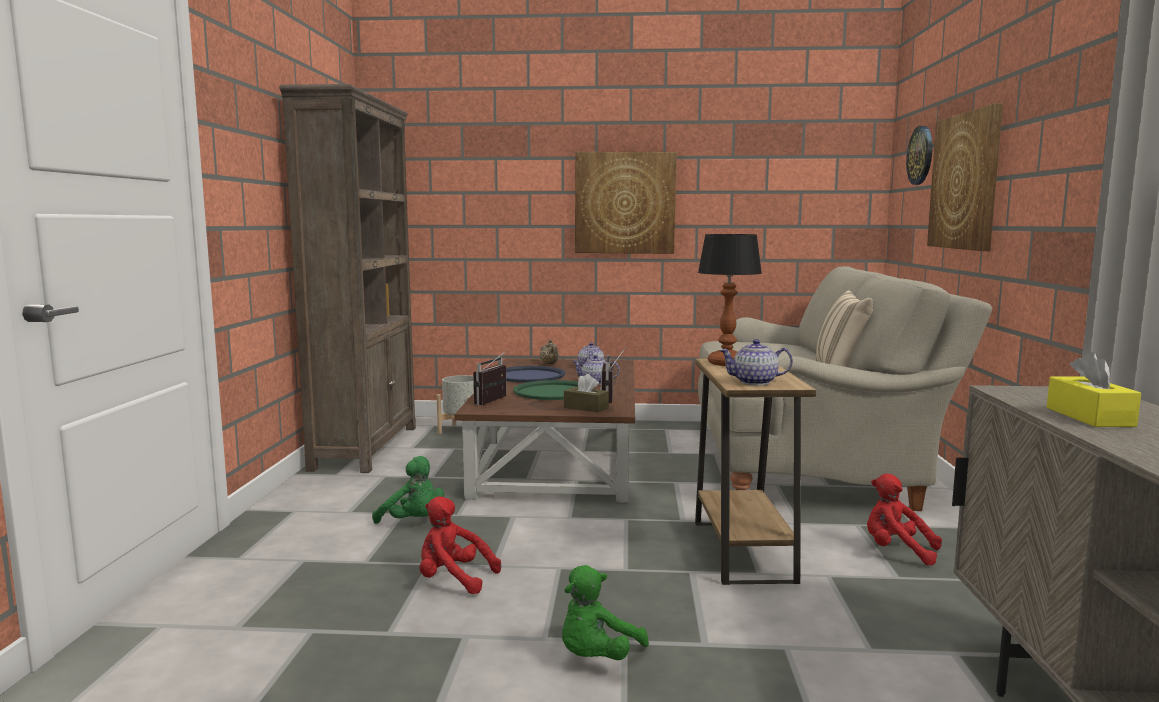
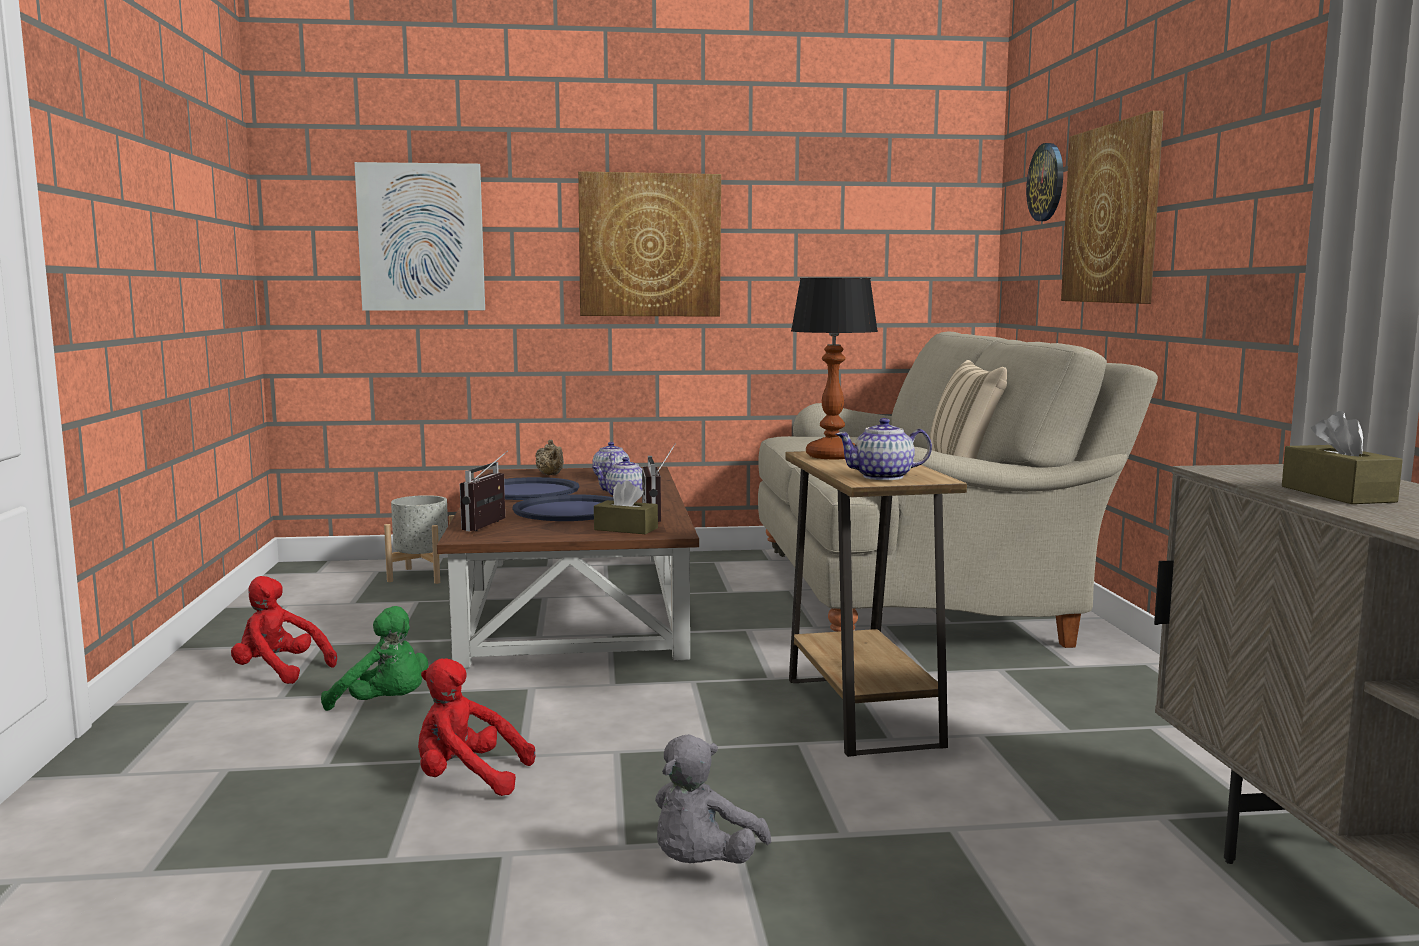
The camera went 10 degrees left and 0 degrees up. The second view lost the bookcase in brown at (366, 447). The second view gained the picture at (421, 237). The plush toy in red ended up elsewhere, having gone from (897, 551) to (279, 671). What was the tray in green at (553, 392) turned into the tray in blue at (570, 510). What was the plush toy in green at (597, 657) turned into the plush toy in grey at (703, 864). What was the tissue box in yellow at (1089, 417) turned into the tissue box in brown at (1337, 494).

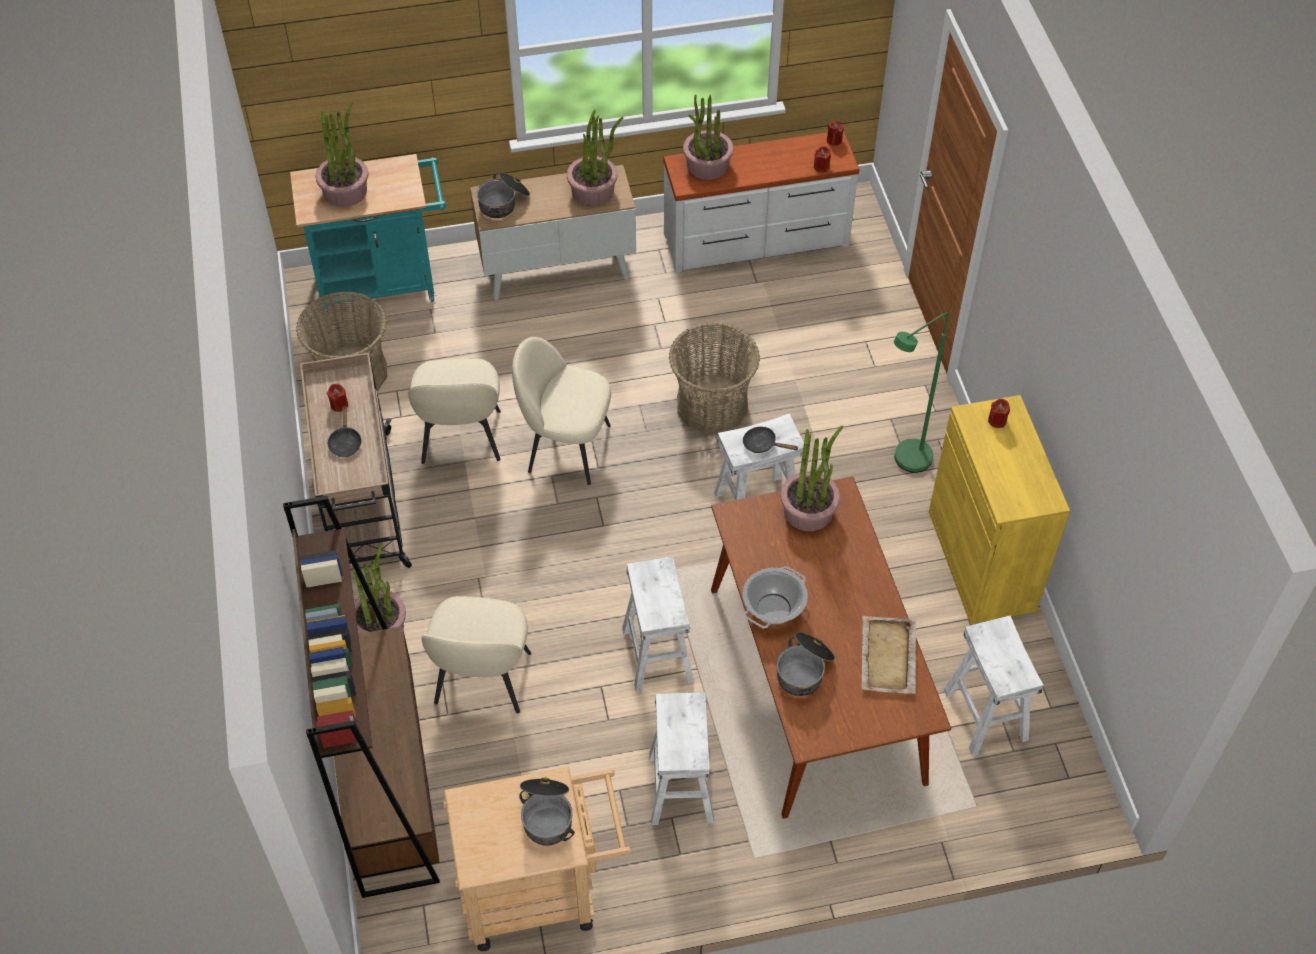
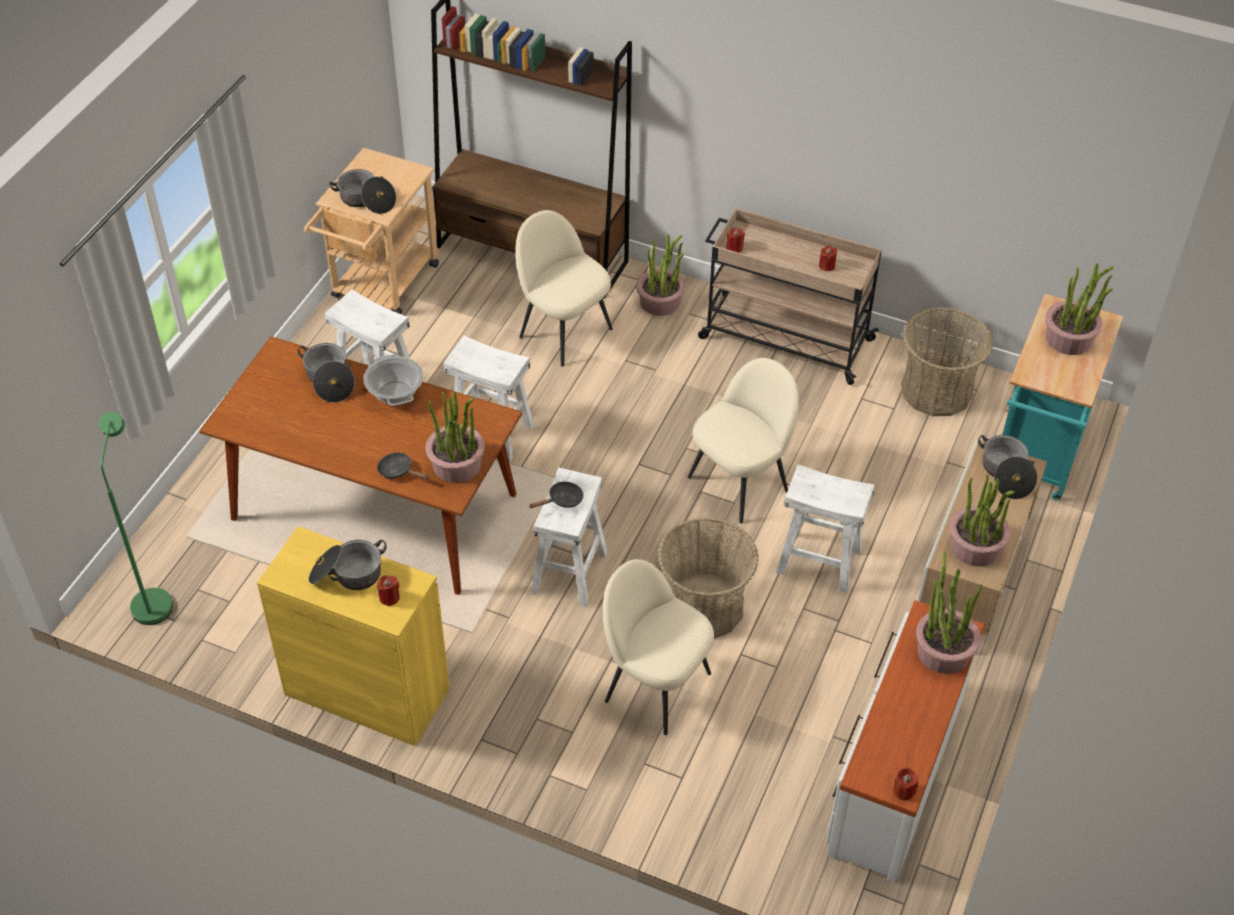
The camera went 125 degrees right and 5 degrees down. The second view lost the tray in beige at (888, 657). The second view gained the cooking pot at (347, 574). The frying pan in black ended up elsewhere, having gone from (345, 442) to (398, 471). The chair in beige ended up elsewhere, having gone from (461, 439) to (655, 685). The candle in red ended up elsewhere, having gone from (821, 167) to (734, 248). The floor lamp in green ended up elsewhere, having gone from (905, 463) to (153, 598). The stool in white ended up elsewhere, having gone from (986, 715) to (818, 561).

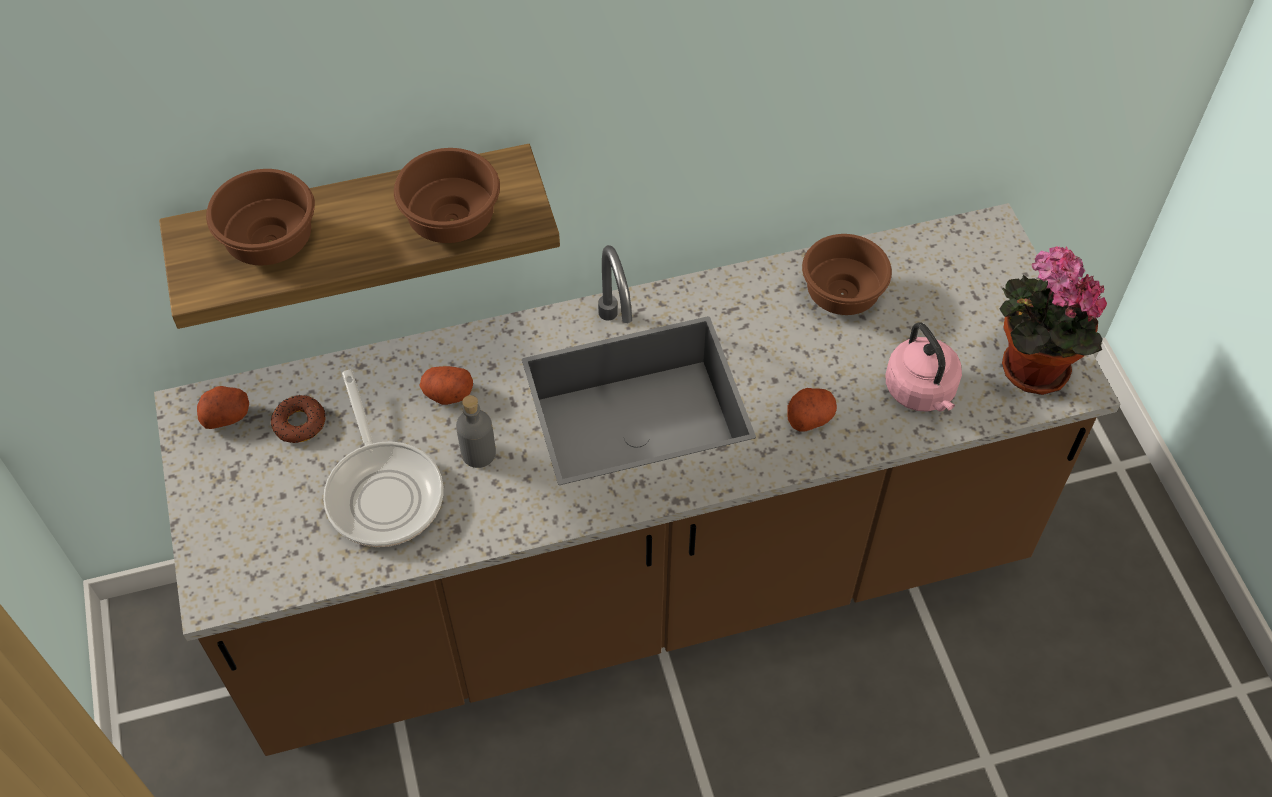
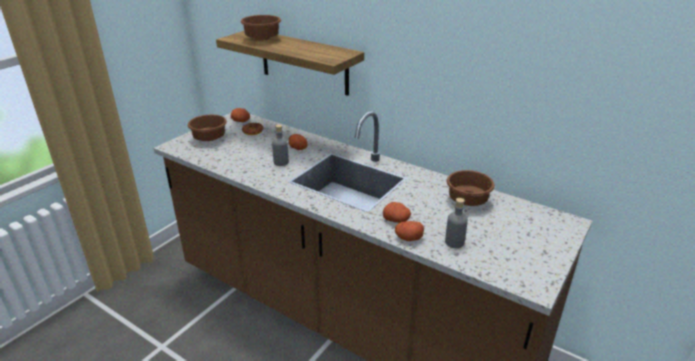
The camera went 50 degrees right and 25 degrees down. The second view lost the frying pan at (383, 490). The second view lost the potted plant at (1028, 369). The second view gained the potato at (408, 238). The bowl in brown ended up elsewhere, having gone from (448, 220) to (208, 138). Where the kettle in pink stood at (921, 392), the bottle in grey came to stand at (454, 242).

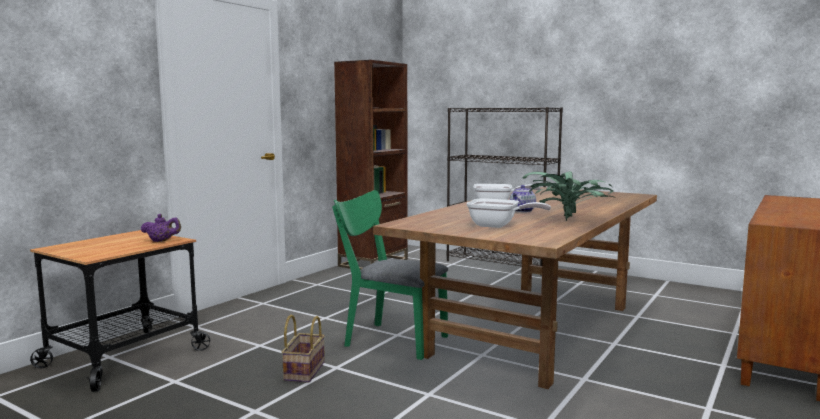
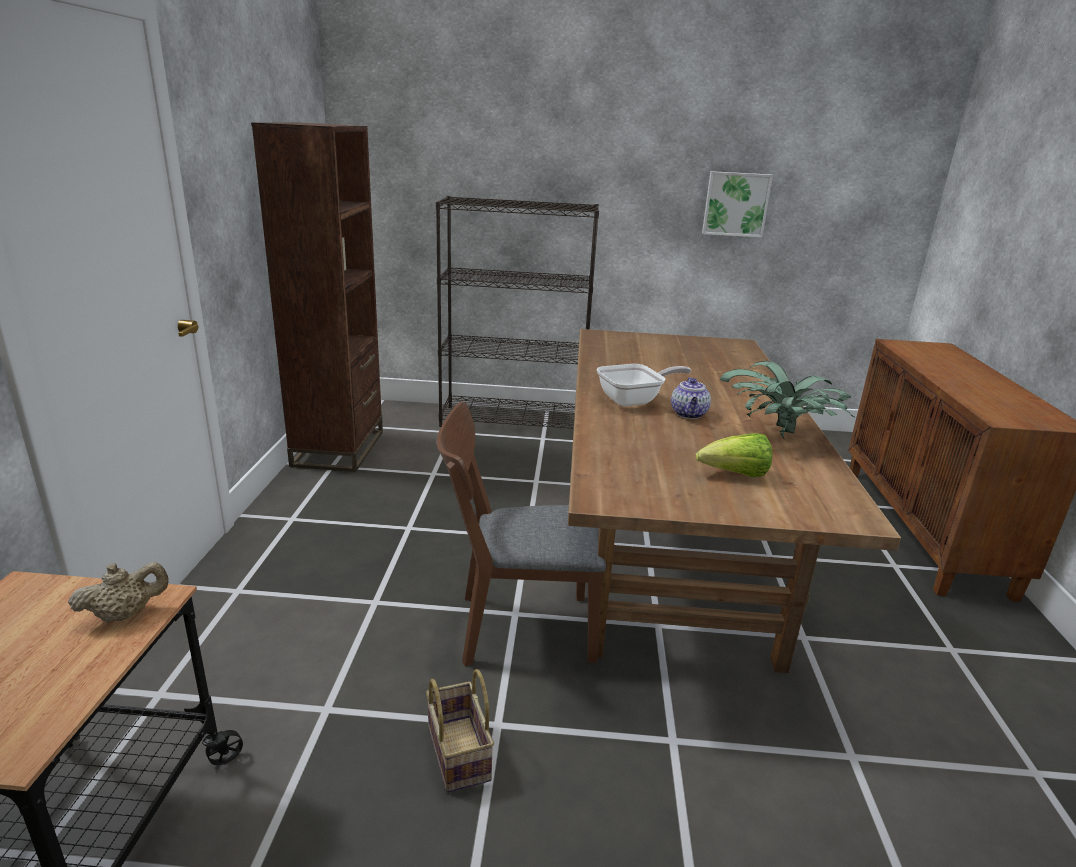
The camera went 30 degrees left and 15 degrees up. The second view gained the picture at (735, 204). Where the frying pan stood at (498, 226), the lettuce came to stand at (735, 475). What was the teapot in purple at (162, 241) turned into the teapot in beige at (125, 614). What was the chair in green at (389, 339) turned into the chair in brown at (514, 628).

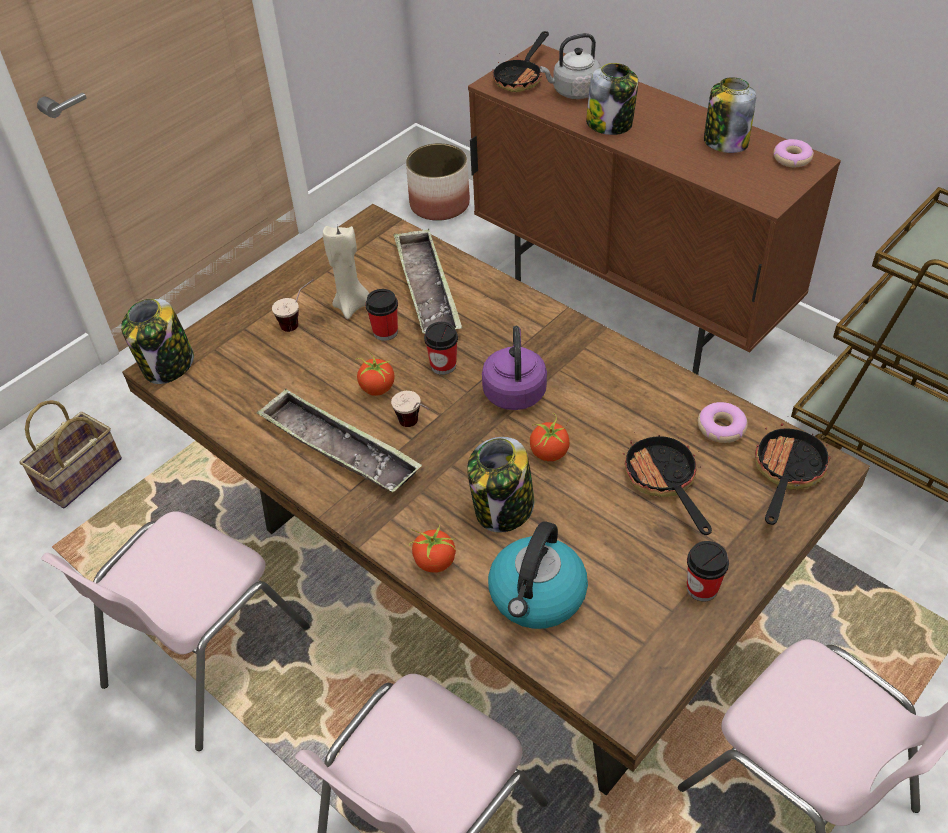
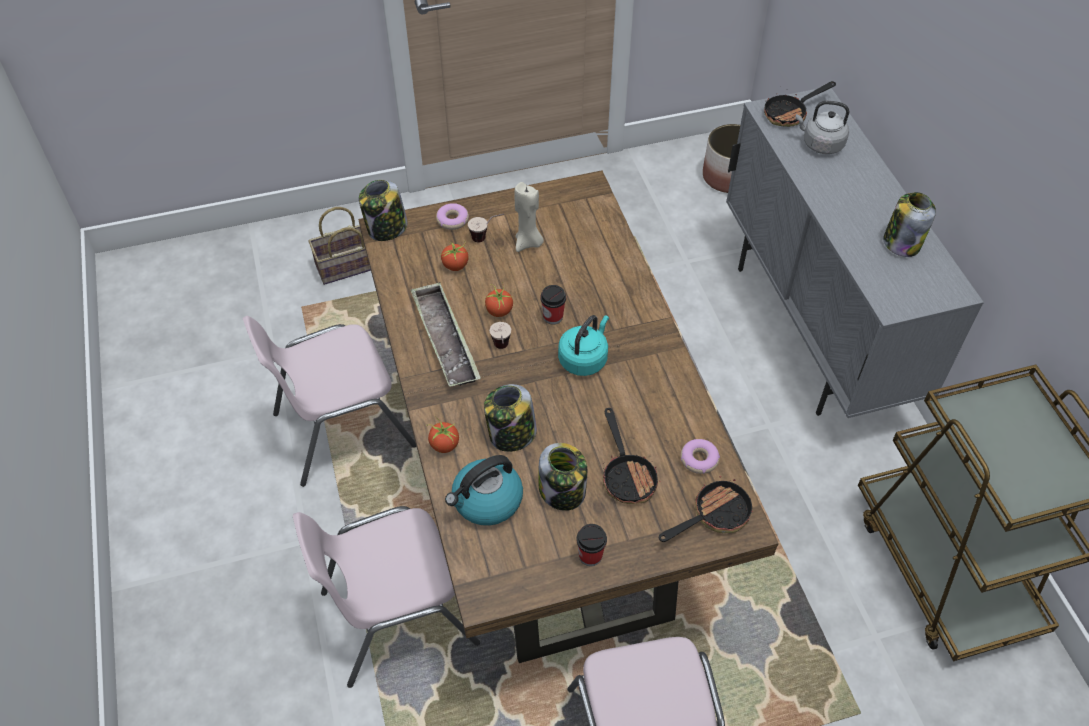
The camera went 30 degrees right and 5 degrees up. The second view lost the cup at (385, 332). The second view lost the tray at (427, 289). The tomato ended up elsewhere, having gone from (549, 453) to (455, 265). The jar ended up elsewhere, having gone from (610, 124) to (563, 491). The donut ended up elsewhere, having gone from (792, 158) to (452, 220). What was the cabinet in brown at (628, 304) turned into the cabinet in grey at (812, 331). What was the kettle in purple at (514, 390) turned into the kettle in turquoise at (584, 359). The frying pan at (664, 482) ended up facing another way, 150 degrees clockwise from before.

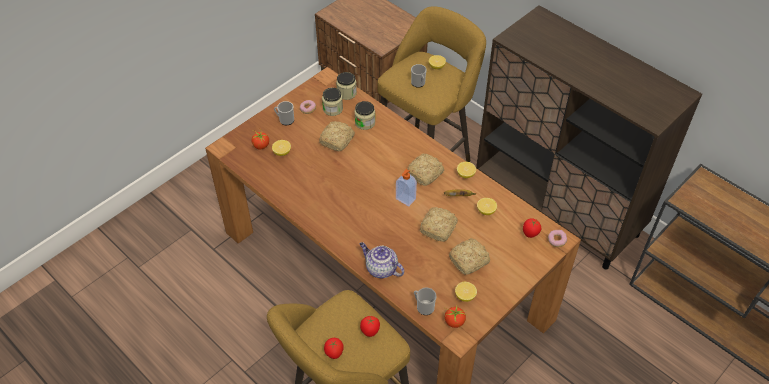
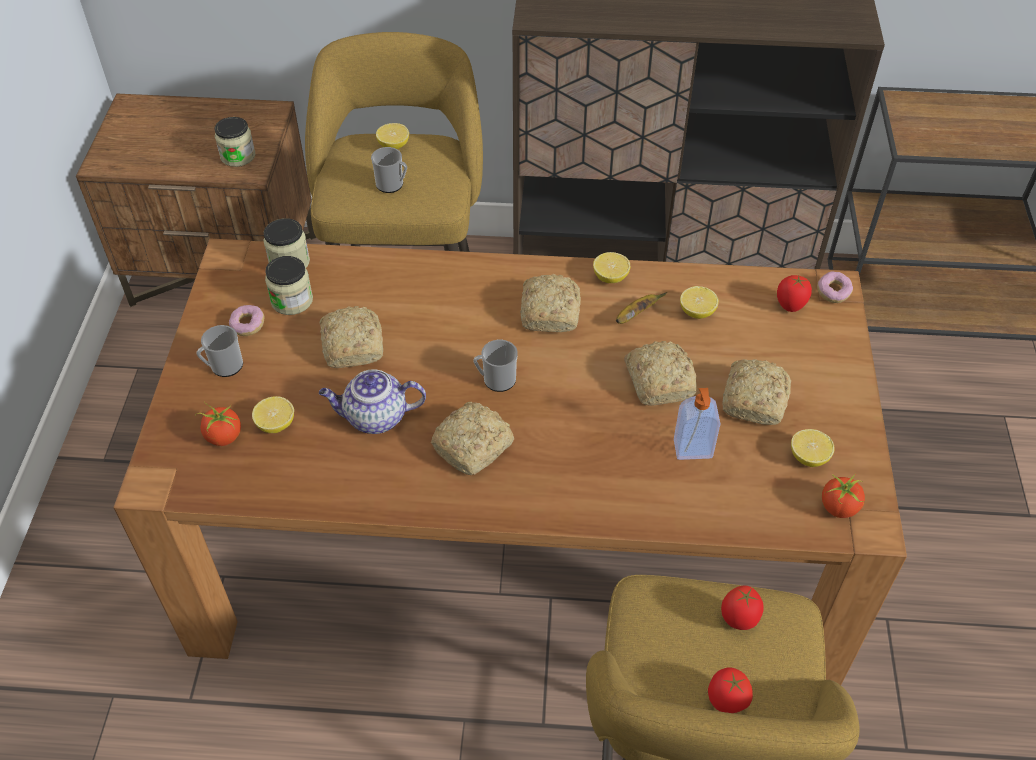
The camera went 40 degrees left and 0 degrees up. The second view gained the bread at (474, 446). The jar ended up elsewhere, having gone from (365, 123) to (238, 156). The teapot ended up elsewhere, having gone from (380, 269) to (374, 418). The soap dispenser ended up elsewhere, having gone from (405, 199) to (693, 450). The mug ended up elsewhere, having gone from (423, 307) to (496, 380).

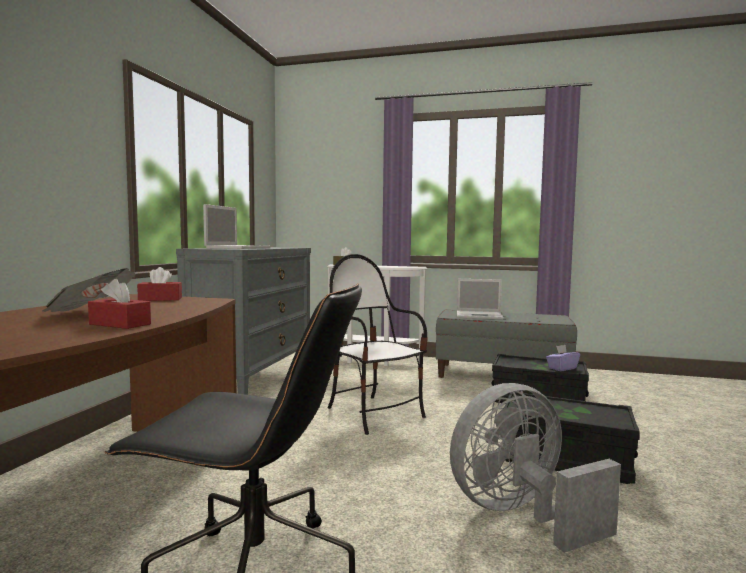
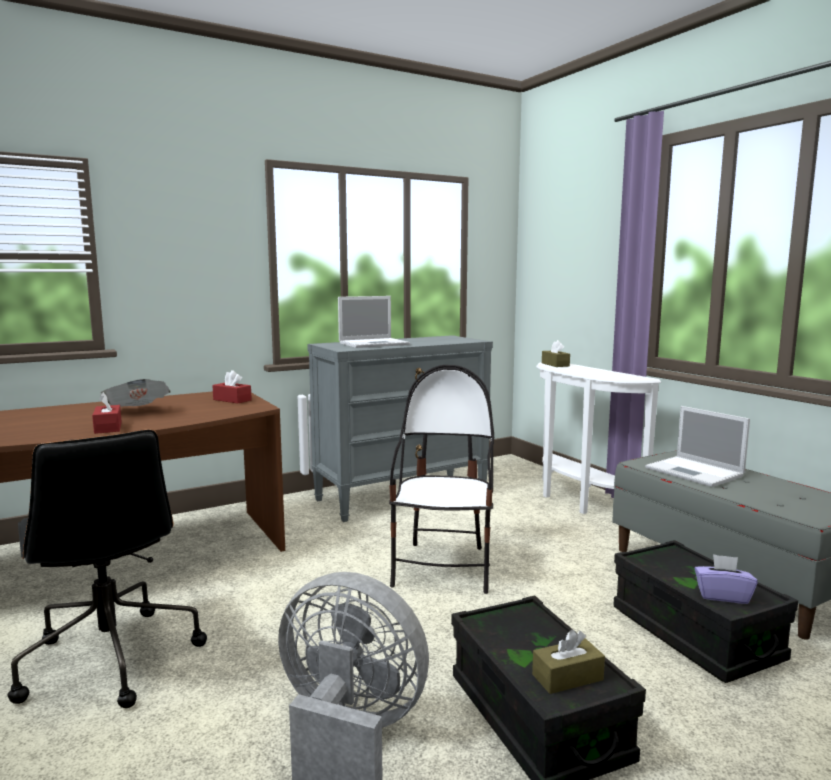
The camera went 45 degrees right and 5 degrees up. The second view gained the tissue box in brown at (567, 677).

